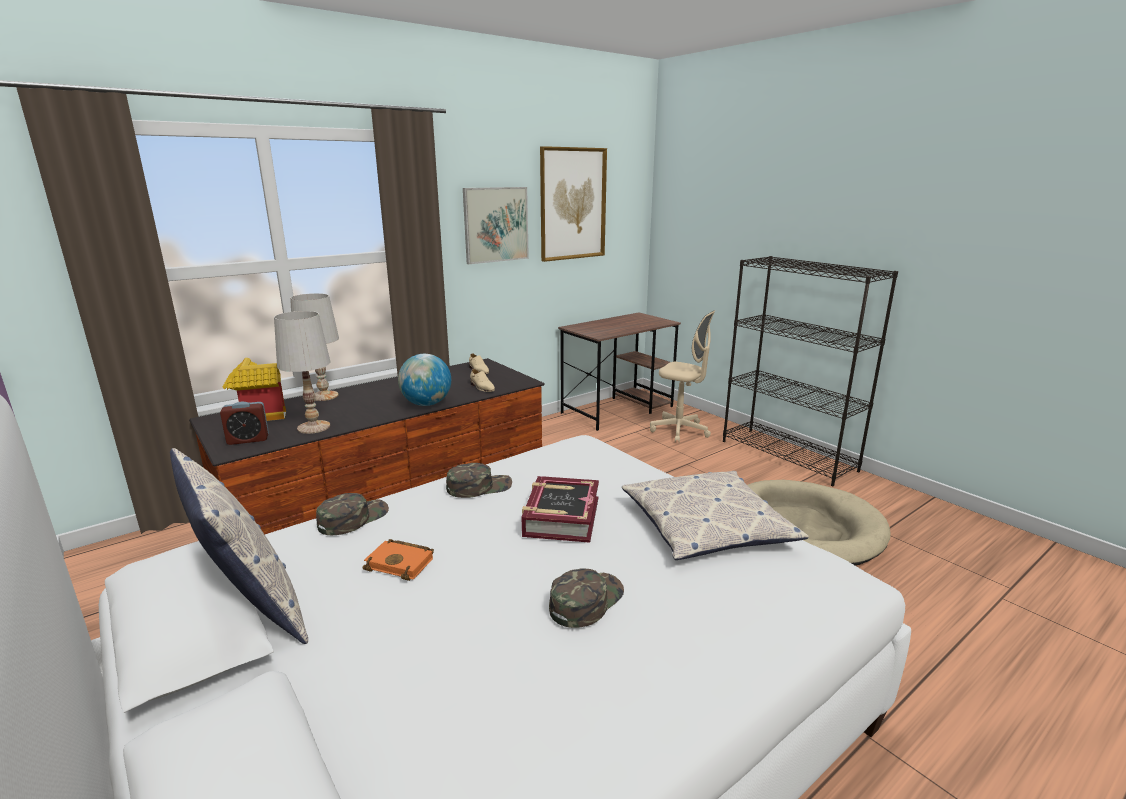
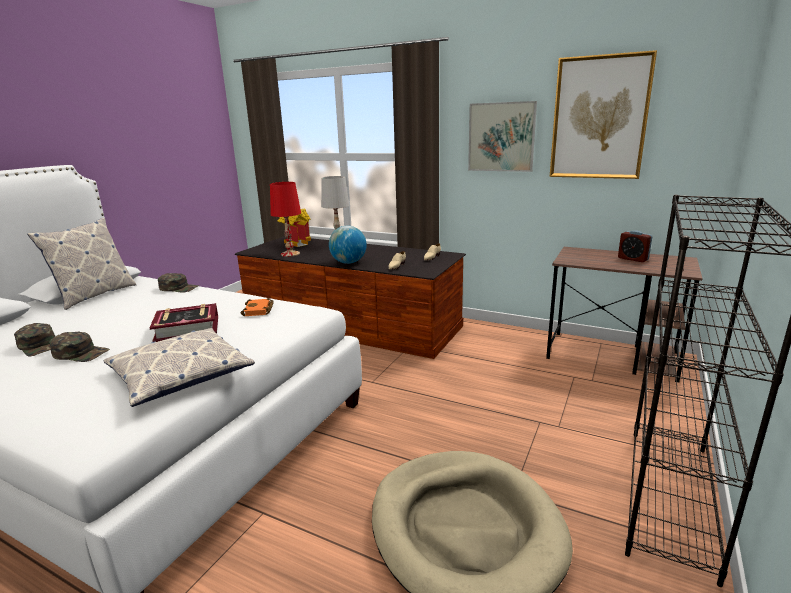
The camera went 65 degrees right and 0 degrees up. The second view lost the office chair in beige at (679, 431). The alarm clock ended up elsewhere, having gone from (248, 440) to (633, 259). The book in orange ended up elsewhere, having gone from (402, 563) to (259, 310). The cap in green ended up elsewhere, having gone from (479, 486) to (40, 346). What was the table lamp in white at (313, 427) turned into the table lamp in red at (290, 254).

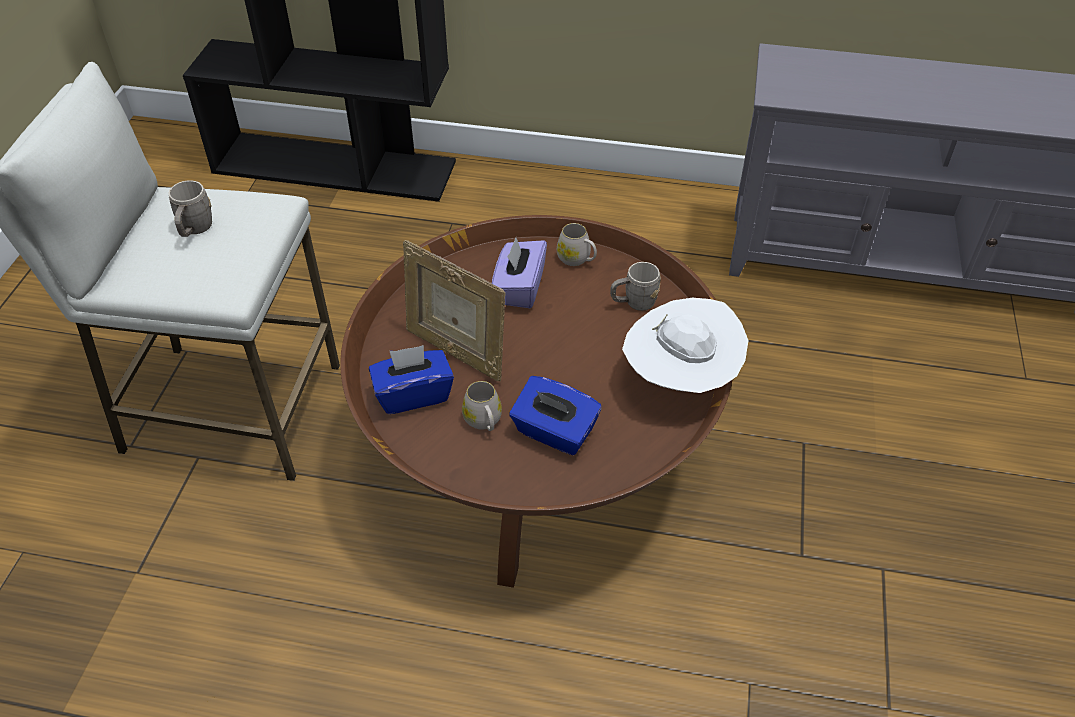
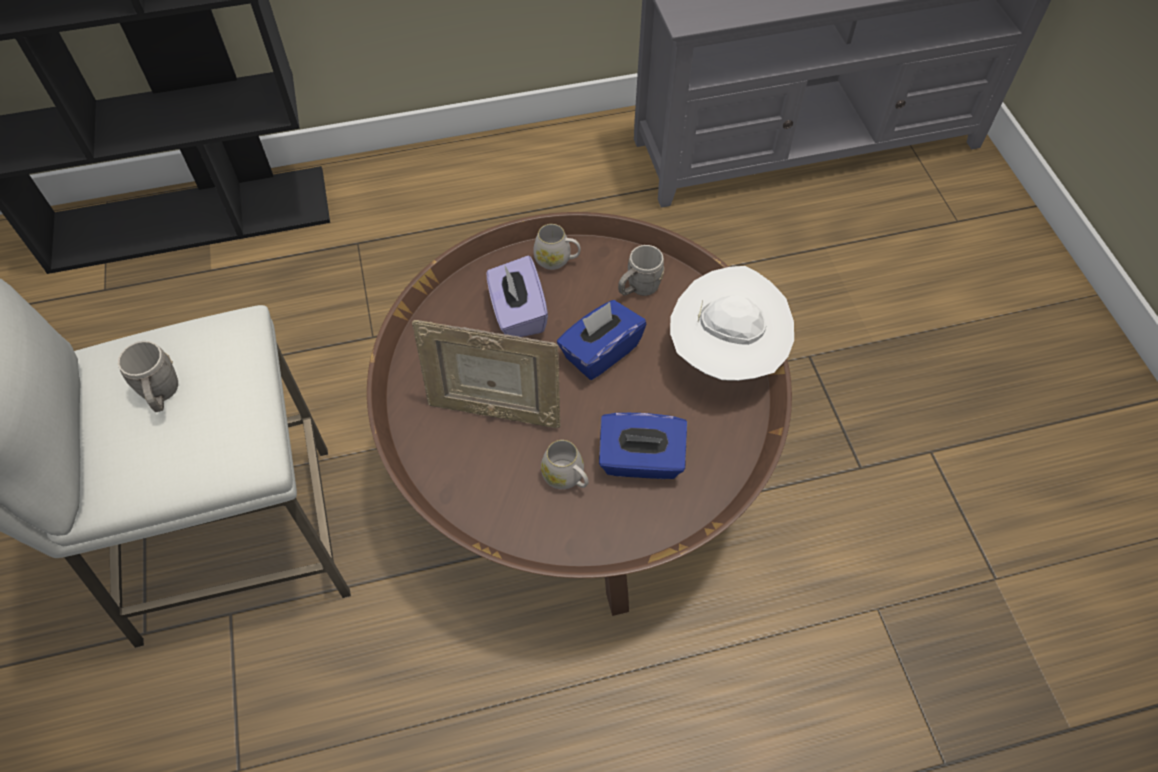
The camera went 25 degrees left and 10 degrees up. The tissue box in blue ended up elsewhere, having gone from (413, 394) to (600, 352).

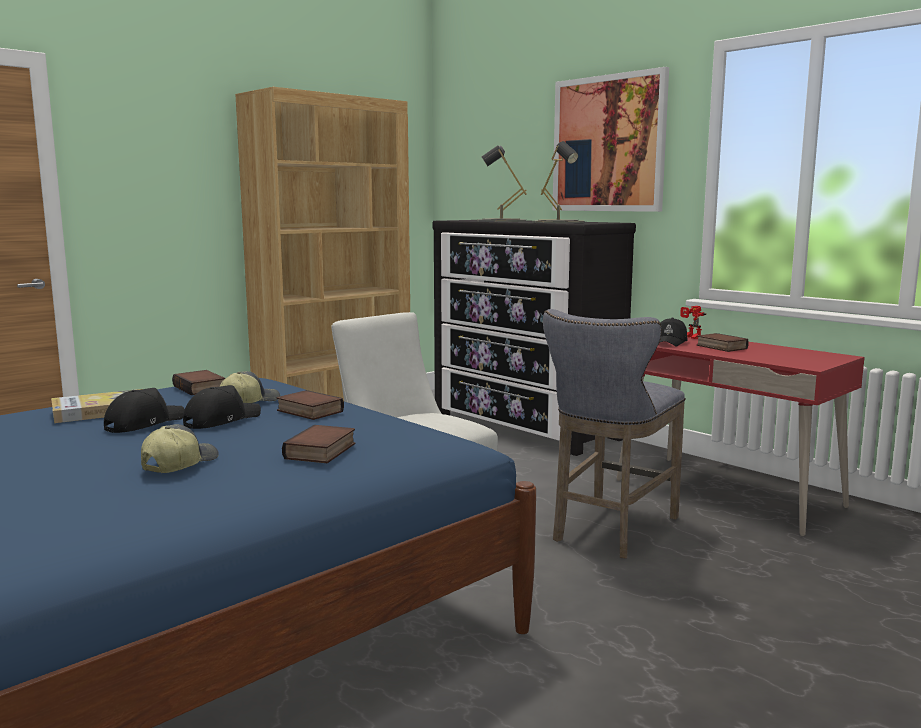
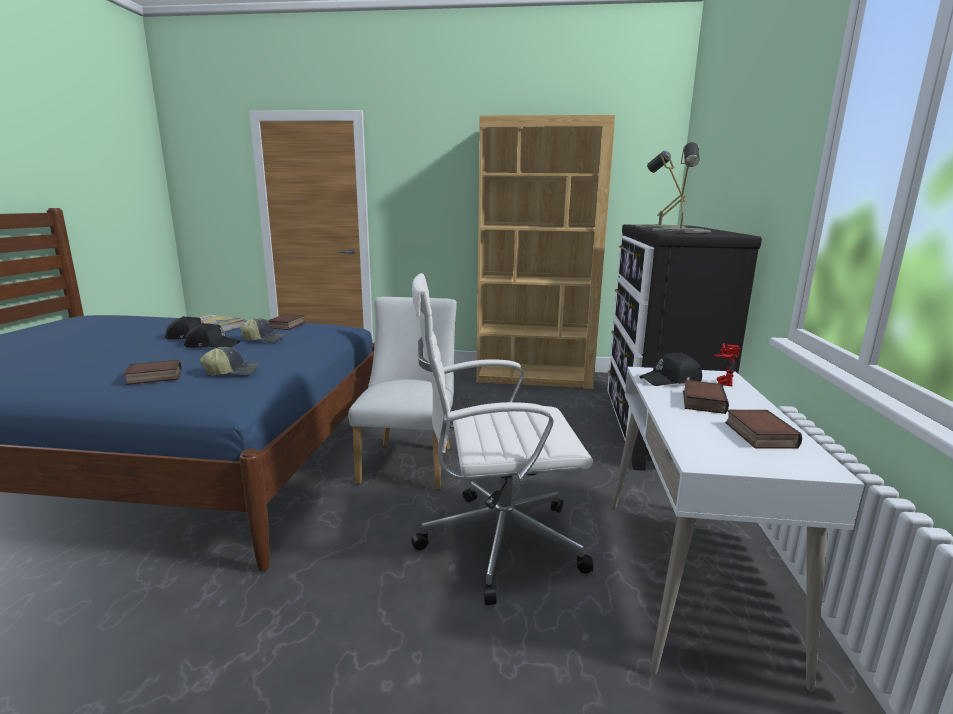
The camera went 50 degrees right and 5 degrees up. The second view lost the picture at (608, 144). The cap ended up elsewhere, having gone from (179, 464) to (232, 372). The book ended up elsewhere, having gone from (308, 411) to (757, 434). Where the stool in grey stood at (610, 530), the office chair in white came to stand at (496, 542). What was the desk in red at (727, 493) turned into the desk in white at (690, 578).

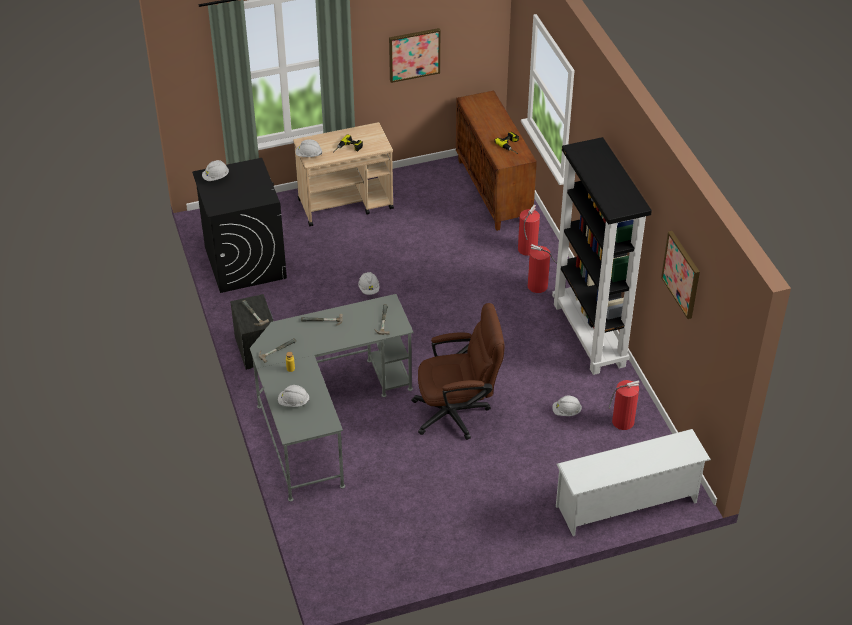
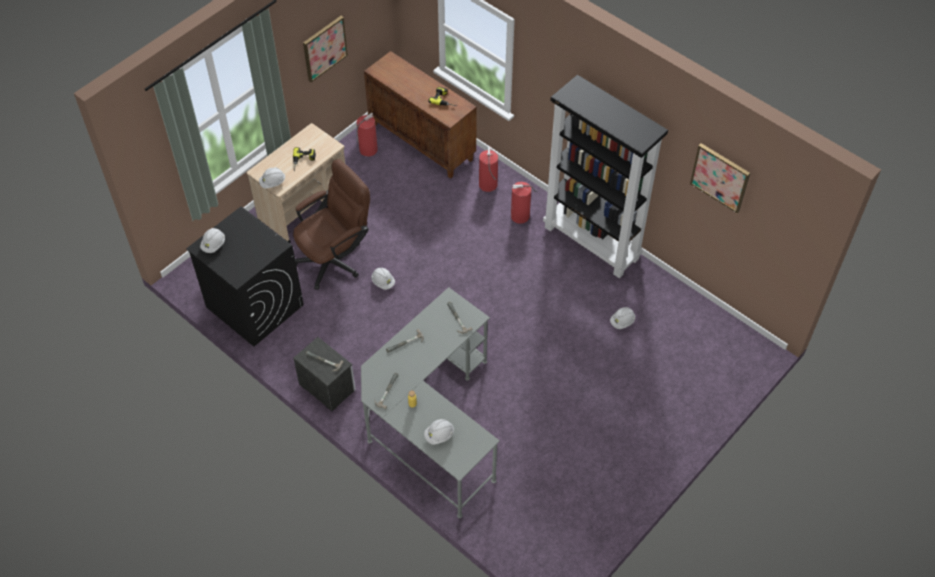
The camera went 30 degrees left and 10 degrees up. The second view lost the shoe rack in white at (627, 505). The office chair in brown ended up elsewhere, having gone from (458, 412) to (335, 258). The fire extinguisher ended up elsewhere, having gone from (622, 421) to (367, 150).

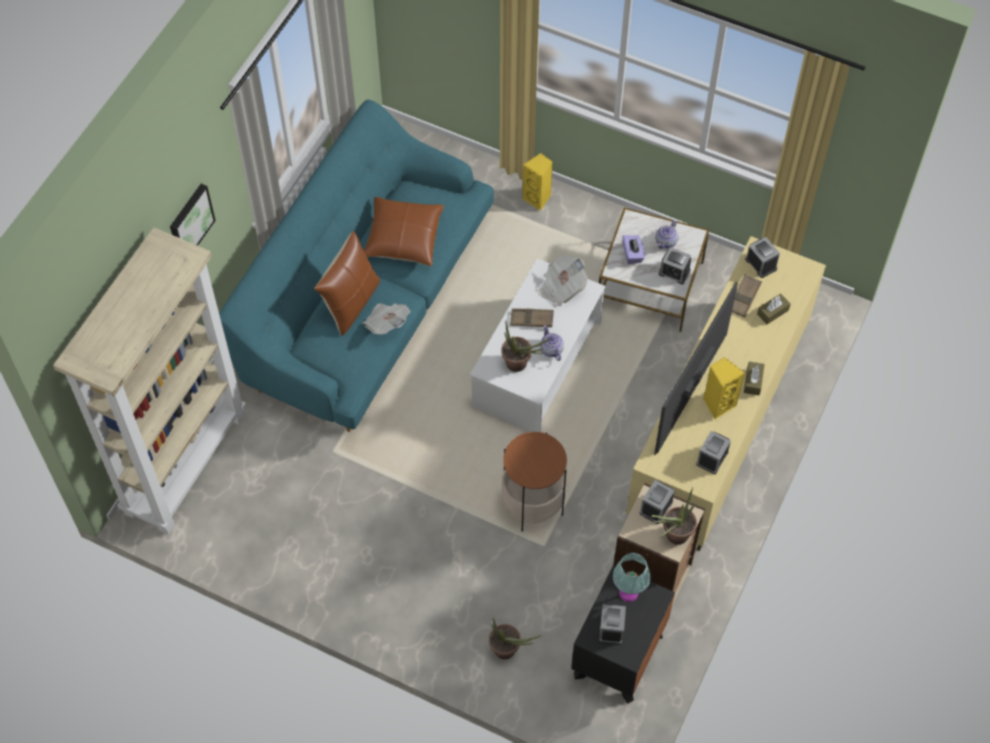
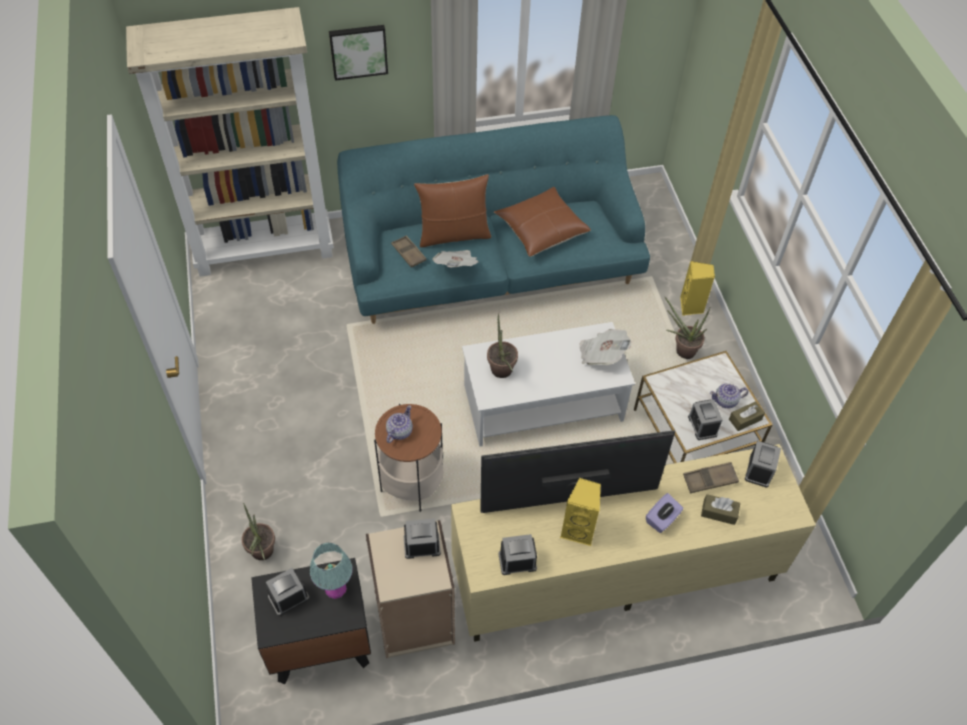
The camera went 50 degrees right and 5 degrees down. The tray in brown ended up elsewhere, having gone from (531, 319) to (408, 253). The teapot ended up elsewhere, having gone from (551, 350) to (399, 431). The tissue box in purple ended up elsewhere, having gone from (632, 254) to (662, 519). The potted plant ended up elsewhere, having gone from (672, 536) to (681, 350). The tissue box in brown ended up elsewhere, having gone from (753, 381) to (745, 419).

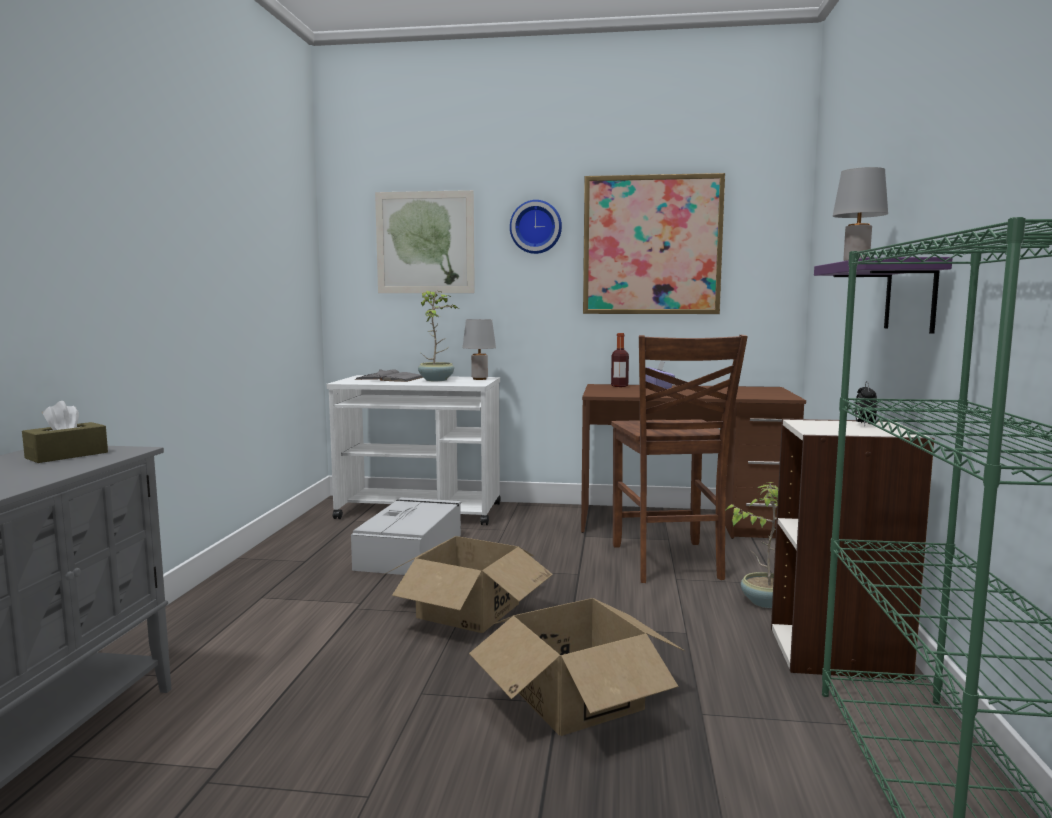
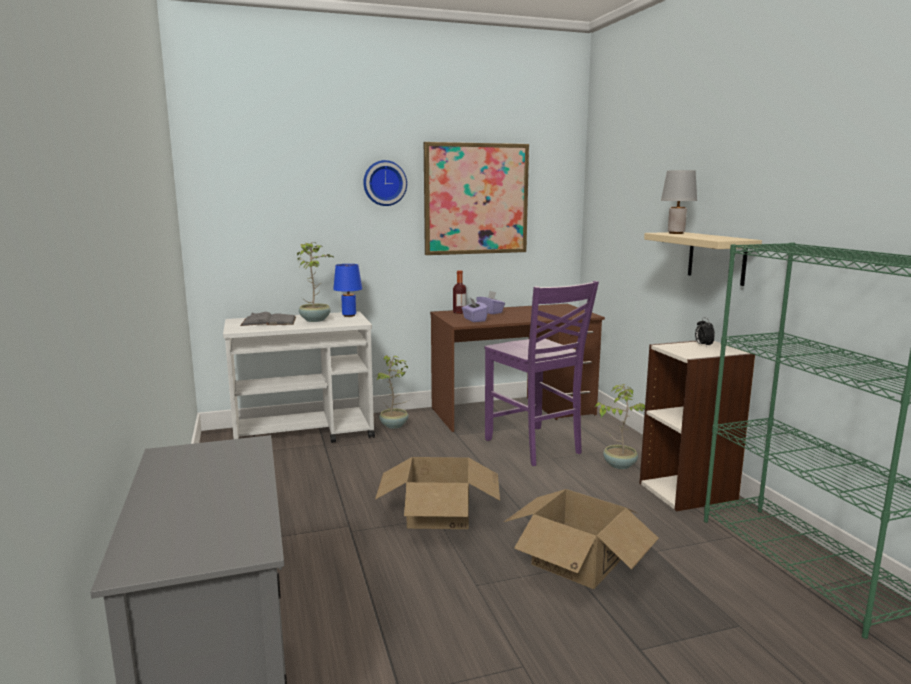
The camera went 25 degrees left and 5 degrees up. The second view lost the tissue box in brown at (67, 455). The second view lost the storage box in grey at (411, 550). The second view lost the picture at (425, 242). The second view gained the potted plant at (394, 425). The second view gained the tissue box in purple at (474, 320). What was the table lamp in grey at (479, 379) turned into the table lamp in blue at (348, 315). What was the chair in brown at (667, 563) turned into the chair in purple at (534, 447). What was the shelf in purple at (910, 296) turned into the shelf in beige at (716, 258).

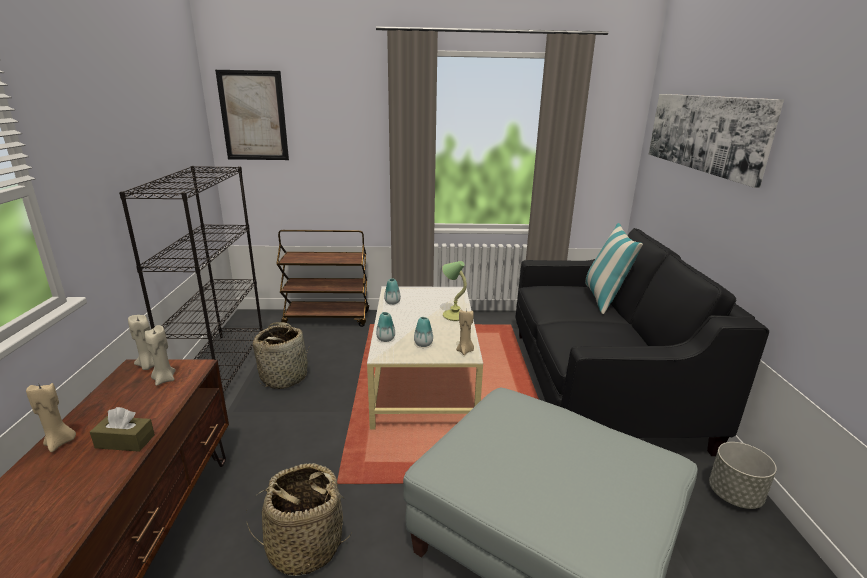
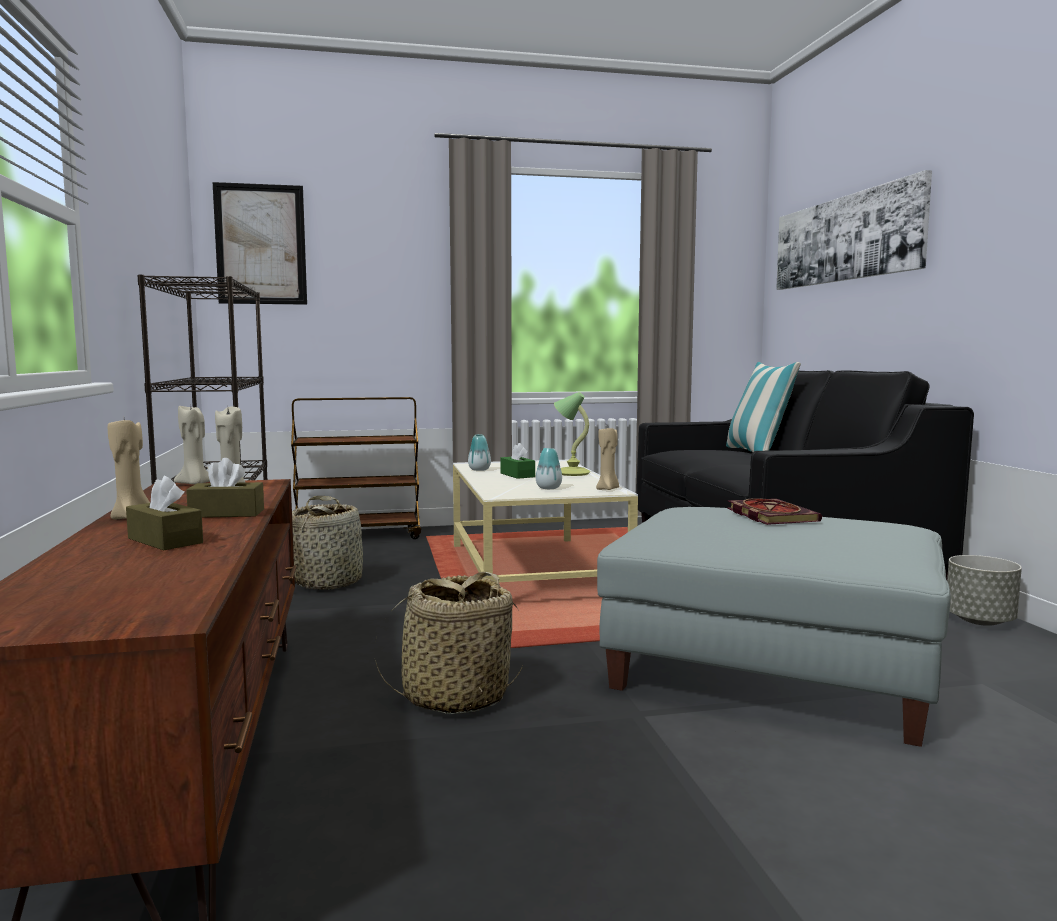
The camera went 10 degrees left and 15 degrees down. The second view lost the vase at (385, 339). The second view gained the tissue box in brown at (165, 540). The second view gained the tissue box in green at (517, 475). The second view gained the book at (769, 515).

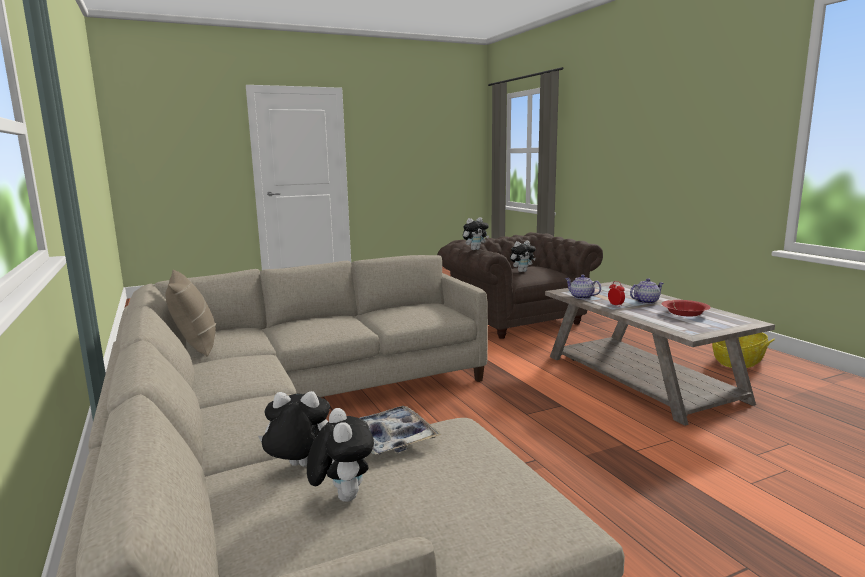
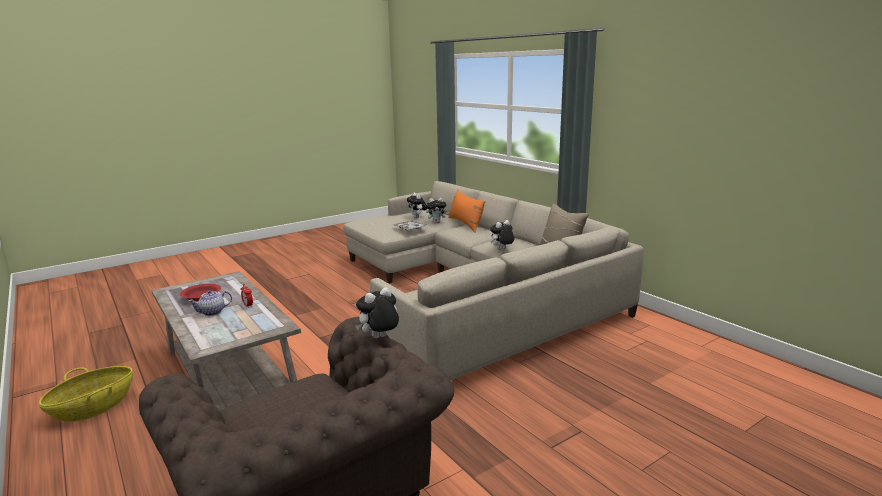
The camera went 170 degrees right and 5 degrees up. The second view lost the teapot at (581, 297). The second view gained the pillow in orange at (466, 224). The plush toy ended up elsewhere, having gone from (522, 271) to (502, 250).

